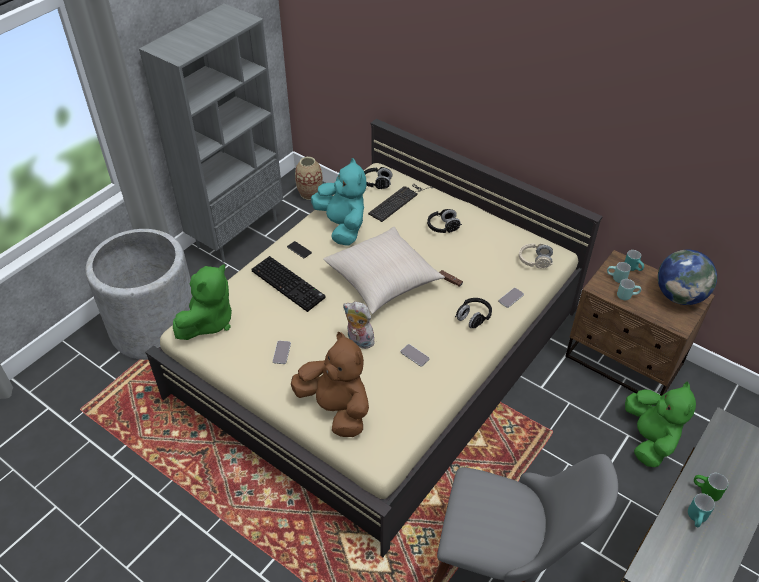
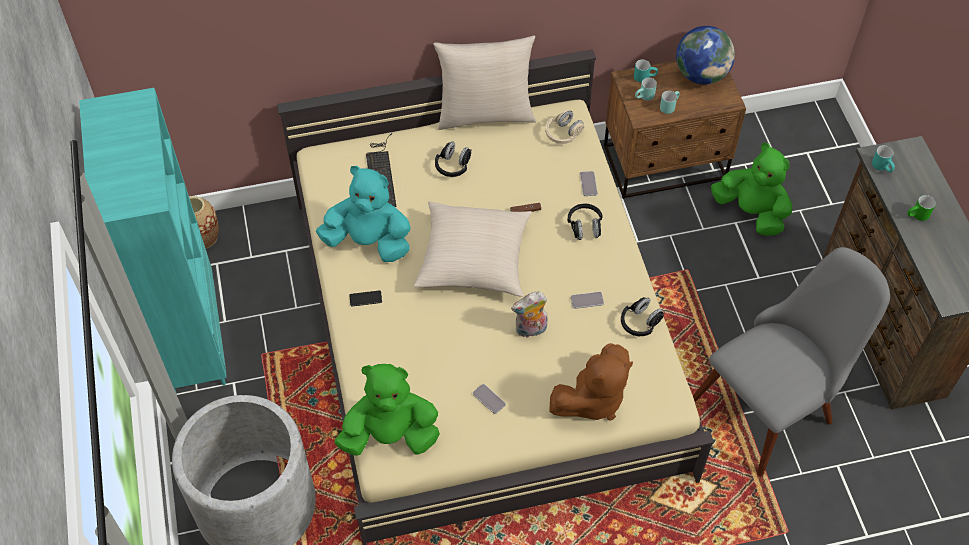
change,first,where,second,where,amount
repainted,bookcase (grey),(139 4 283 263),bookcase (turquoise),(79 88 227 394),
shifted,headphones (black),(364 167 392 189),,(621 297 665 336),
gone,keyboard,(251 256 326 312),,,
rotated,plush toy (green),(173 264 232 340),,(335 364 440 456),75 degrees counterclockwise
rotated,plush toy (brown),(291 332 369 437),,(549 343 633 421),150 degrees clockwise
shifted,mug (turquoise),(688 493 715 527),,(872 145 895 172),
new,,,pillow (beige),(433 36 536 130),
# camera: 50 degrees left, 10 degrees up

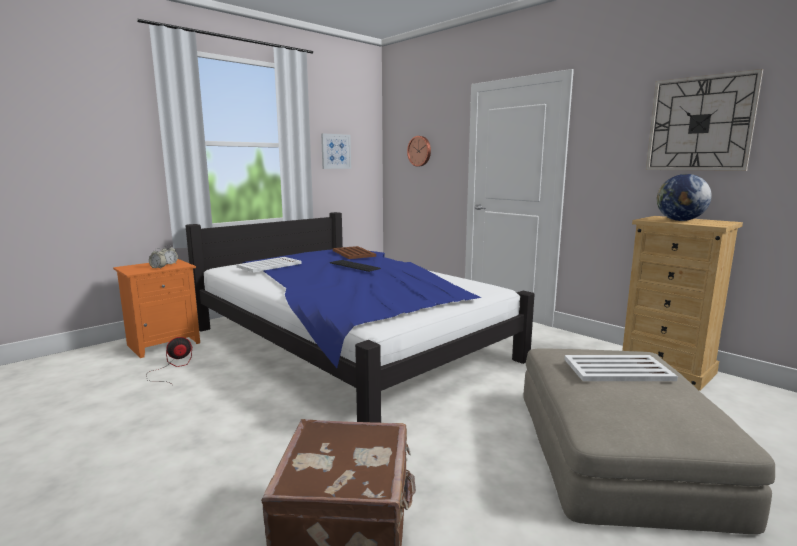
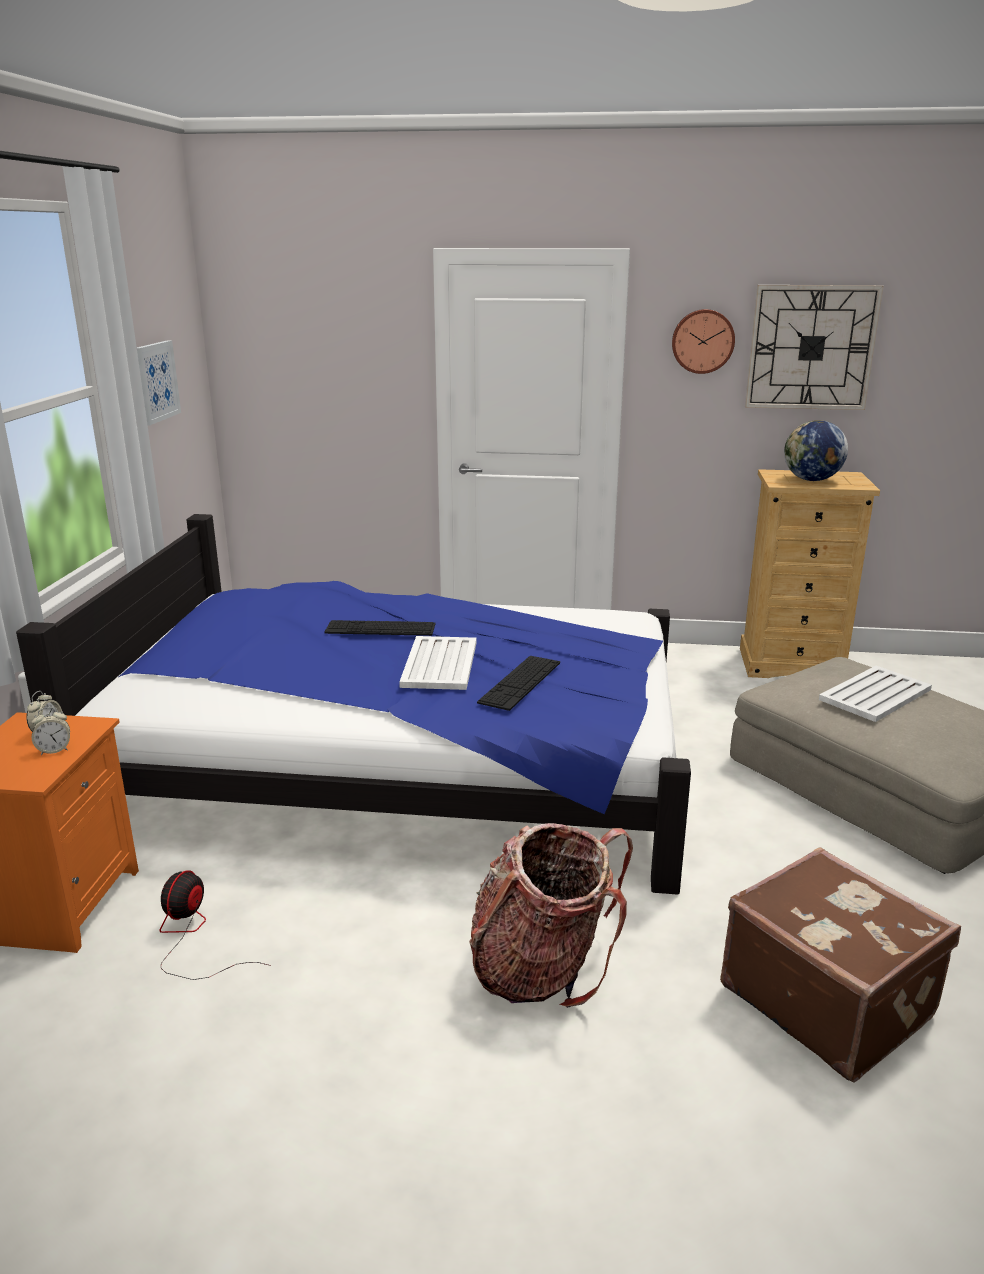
change,first,where,second,where,amount
shifted,wall clock,(407 136 431 166),,(672 309 735 374),
gone,tray (brown),(333 246 376 259),,,
shifted,tray (white),(236 257 302 272),,(399 636 477 690),
new,,,keyboard,(477 656 560 711),
new,,,backpack,(469 823 633 1008),
# camera: 40 degrees left, 10 degrees up

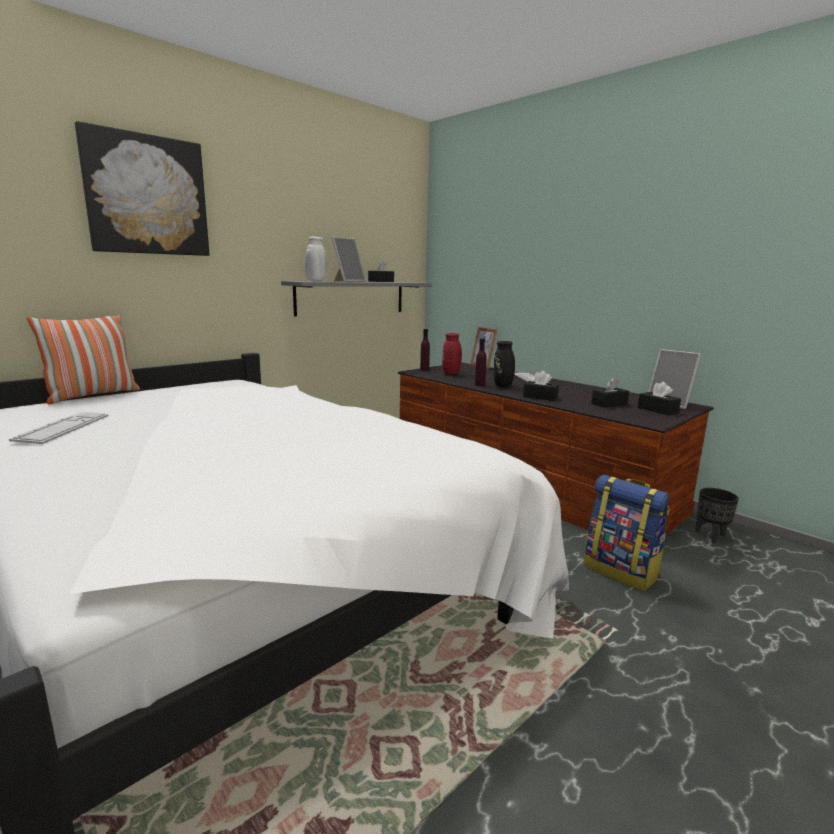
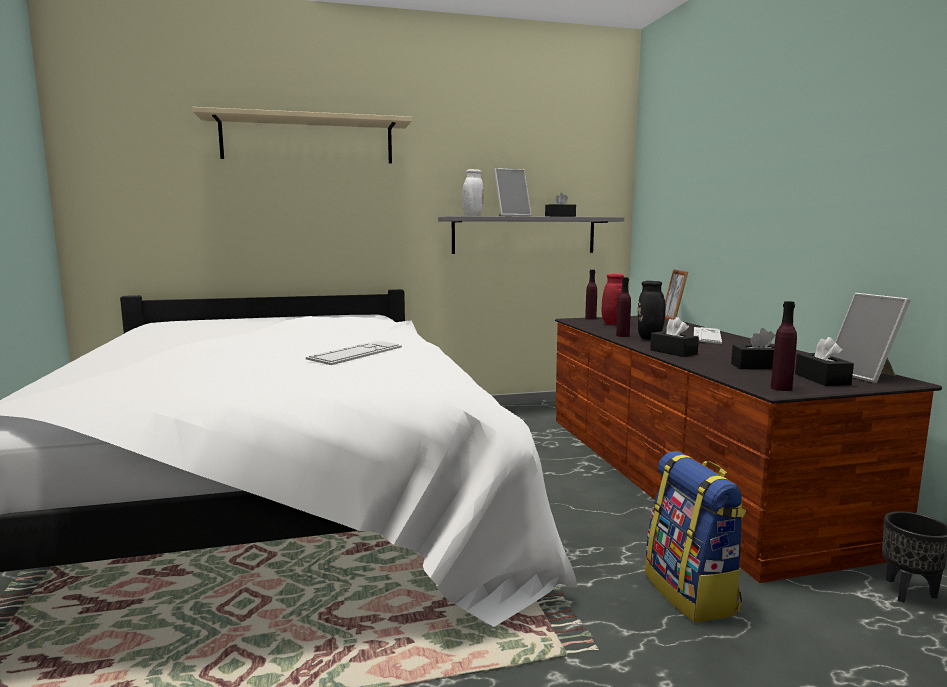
change,first,where,second,where,amount
swapped,picture,(75 121 210 256),shelf (beige),(192 107 412 163),
gone,pillow,(27 315 140 404),,,
shifted,keyboard,(9 412 108 444),,(306 341 402 365),
new,,,bottle (purple),(771 301 797 391),
# camera: 30 degrees right, 5 degrees down

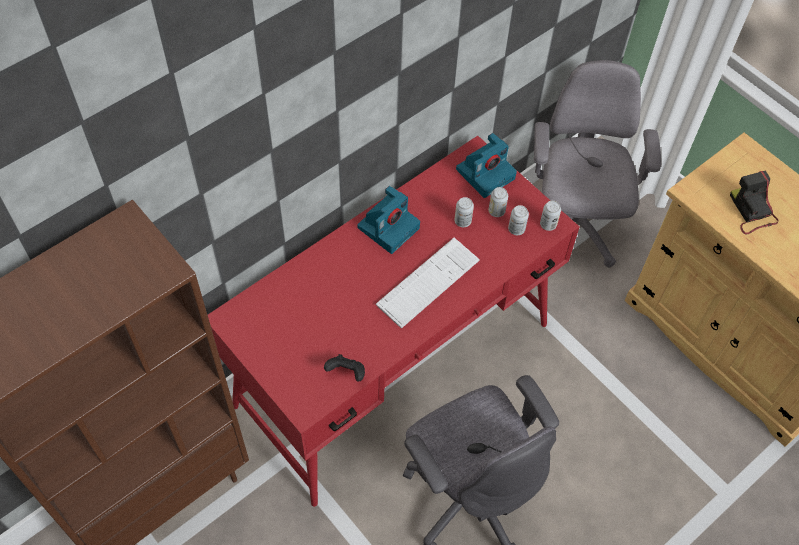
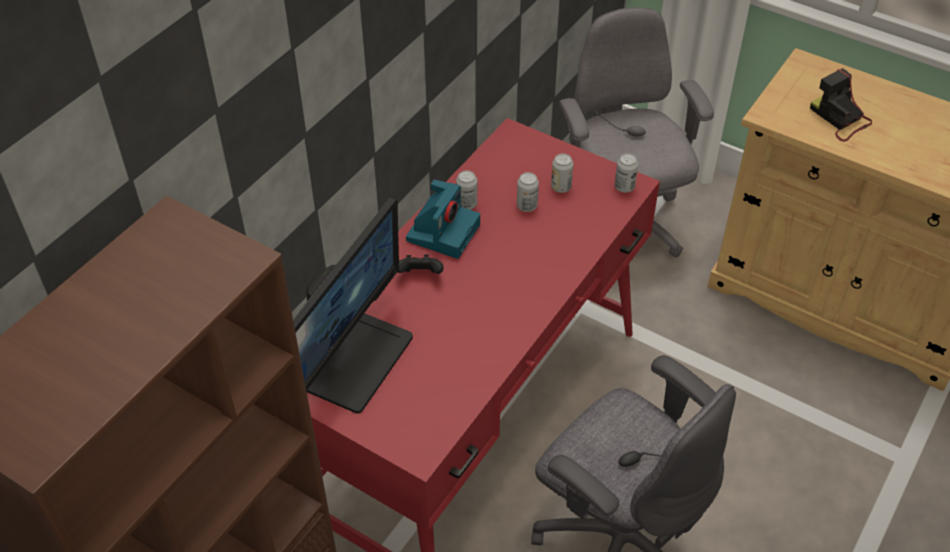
change,first,where,second,where,amount
gone,photo camera,(456 133 517 198),,,
shifted,can,(508 205 529 235),,(456 170 477 210),
gone,keyboard,(376 238 480 329),,,
shifted,game controller (black),(324 354 365 382),,(398 255 444 274),
new,,,monitor,(293 197 413 414),
# camera: 15 degrees left, 10 degrees down

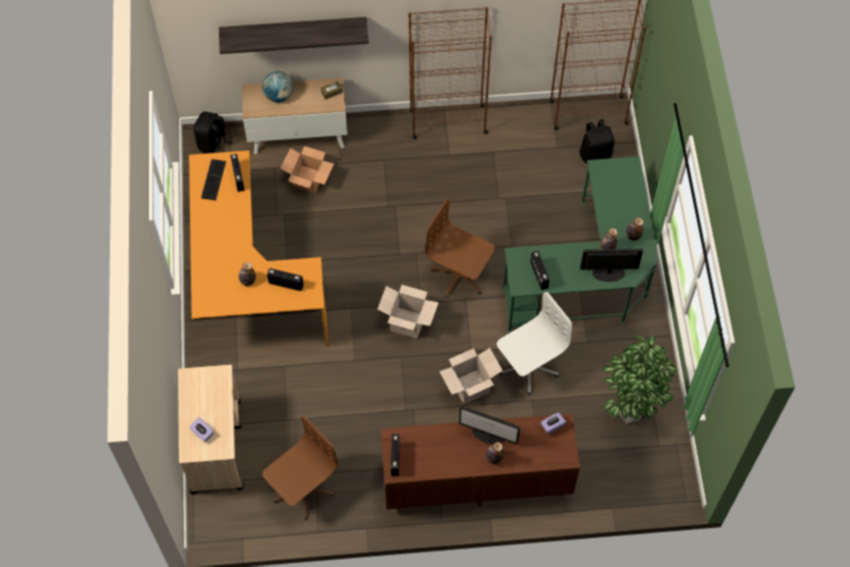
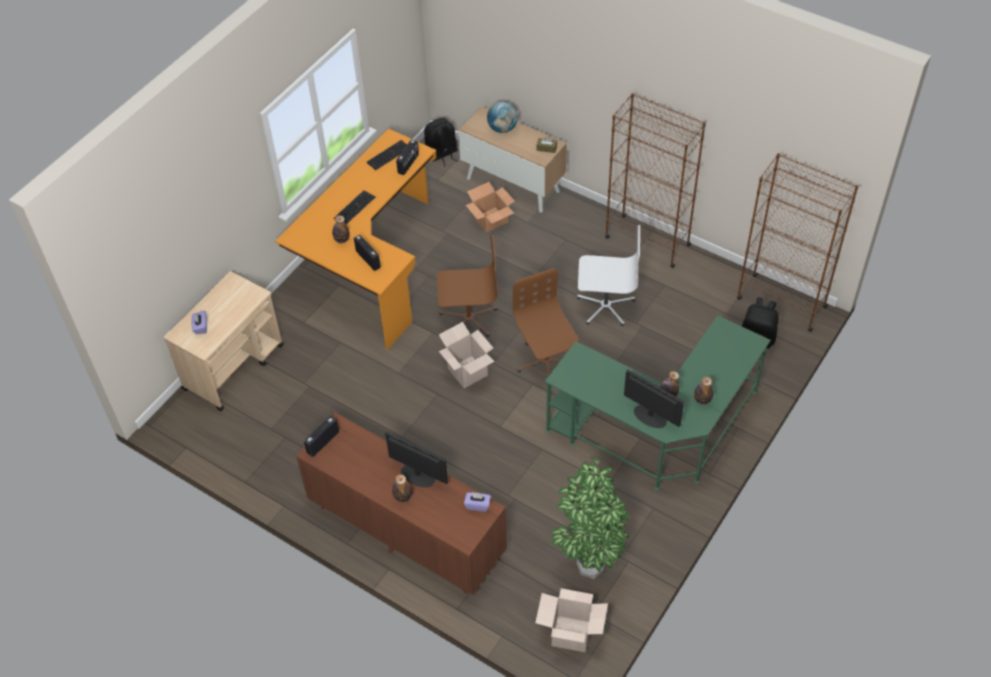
change,first,where,second,where,amount
gone,shelf,(219 17 369 54),,,
gone,radio,(530 251 549 290),,,
shifted,office chair (white),(497 292 572 394),,(577 225 640 326),
shifted,cardboard box,(439 348 503 404),,(535 588 608 652),
rotated,monitor,(459 406 520 444),,(385 432 448 487),150 degrees clockwise
shifted,office chair (brown),(262 417 338 519),,(437 235 498 337),
new,,,keyboard,(334 190 375 224),
# camera: 40 degrees right, 10 degrees down

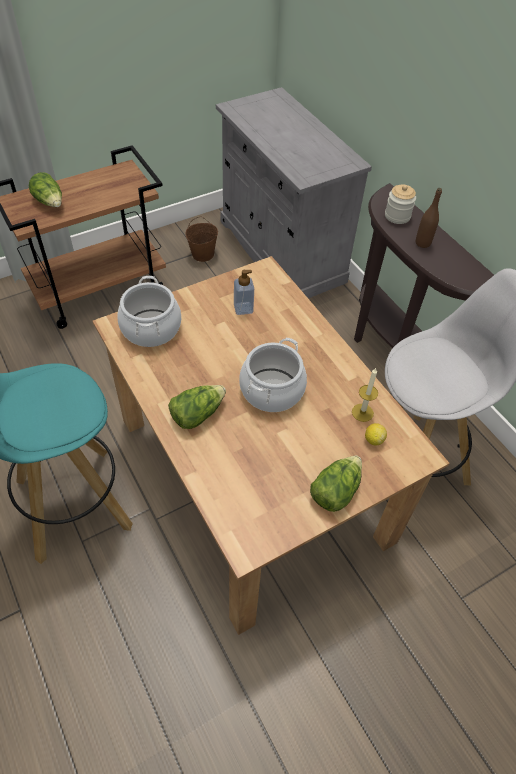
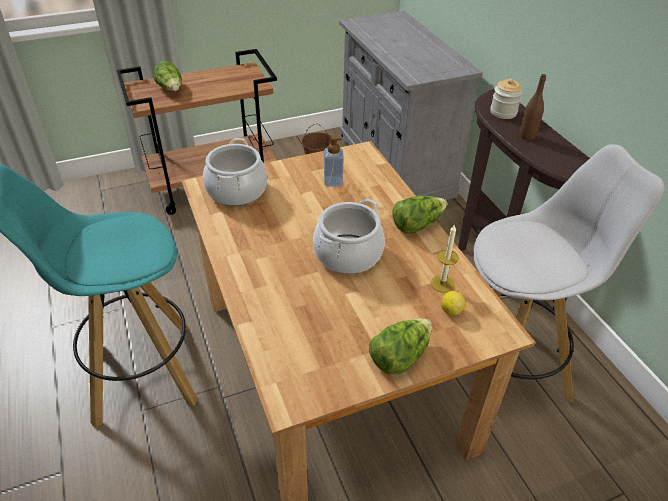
change,first,where,second,where,amount
shifted,lettuce,(168 385 226 429),,(392 196 447 234),
# camera: 10 degrees right, 10 degrees down

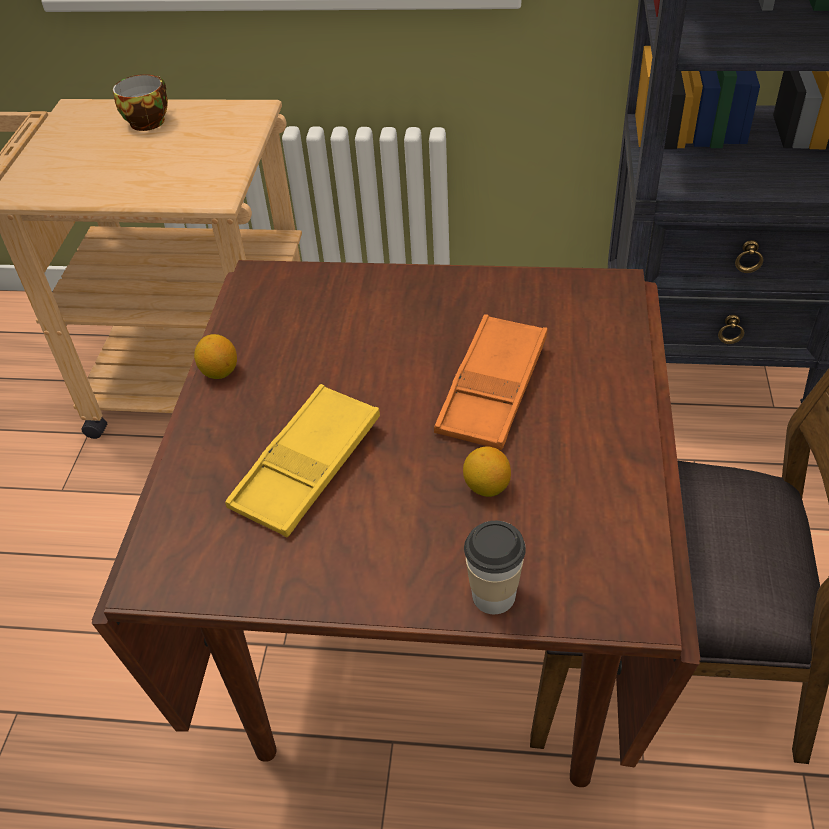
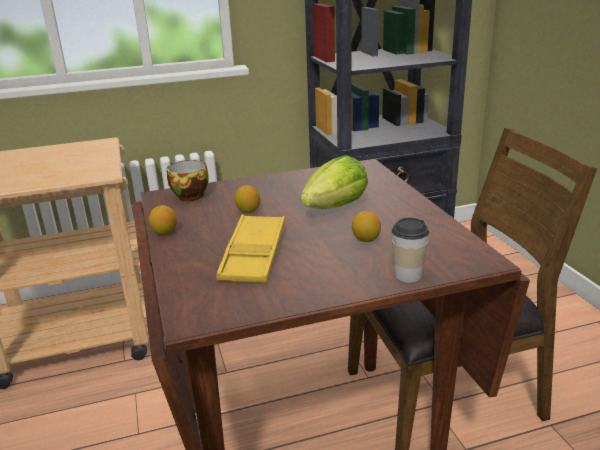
change,first,where,second,where,amount
shifted,cup,(113 74 168 131),,(167 160 209 201),
swapped,tray (orange),(434 314 547 450),lettuce,(301 155 368 209),
new,,,lemon,(235 185 260 213),
# camera: 25 degrees left, 20 degrees down

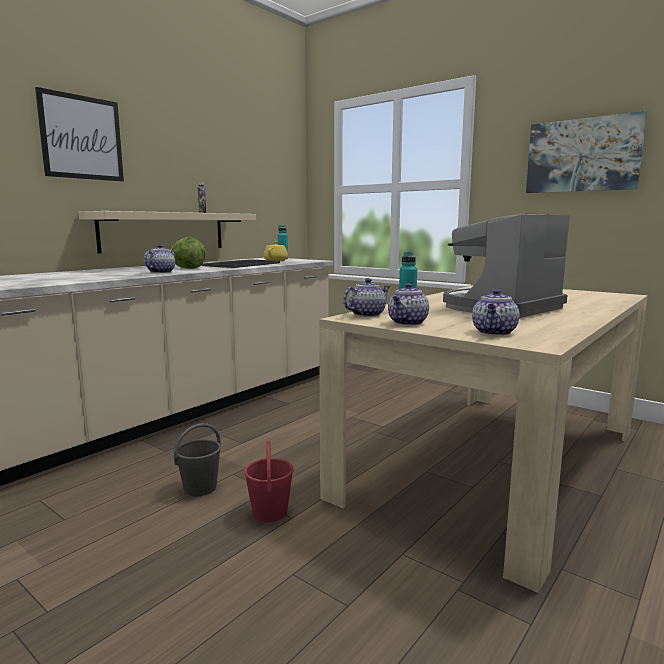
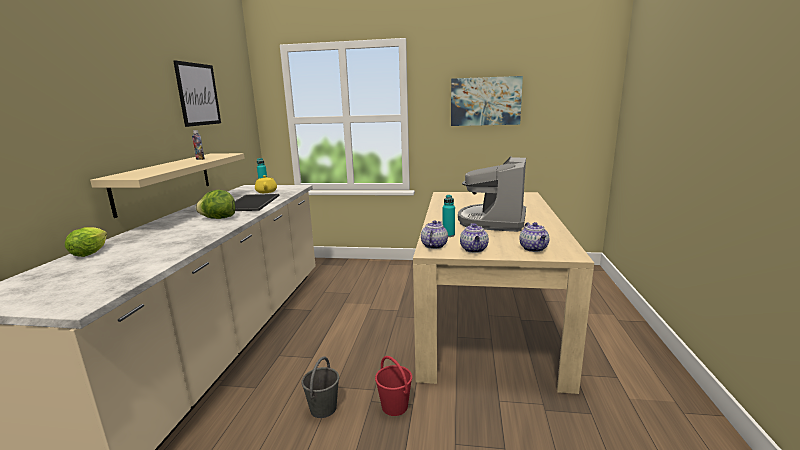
change,first,where,second,where,amount
shifted,picture,(35 87 124 182),,(173 60 221 127),
gone,teapot,(144 244 175 273),,,
new,,,lettuce,(65 227 107 257),
# camera: 30 degrees left, 5 degrees up

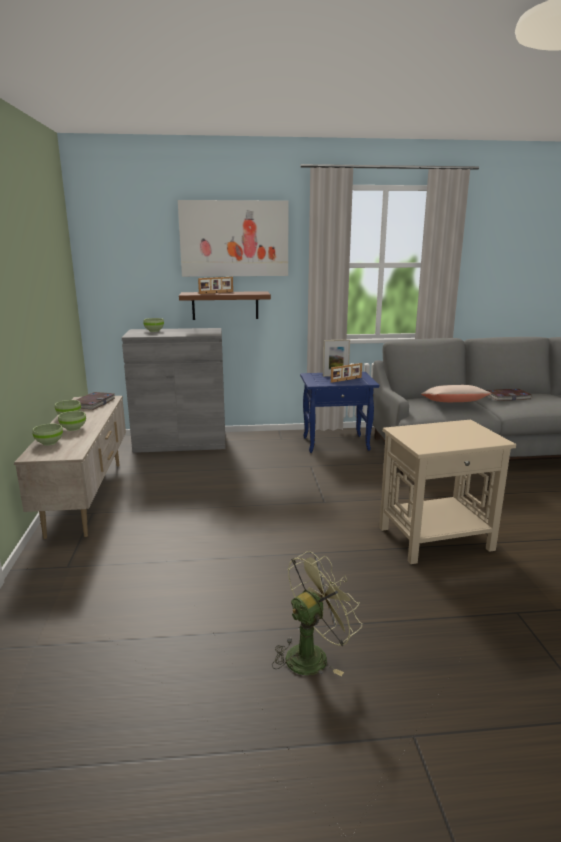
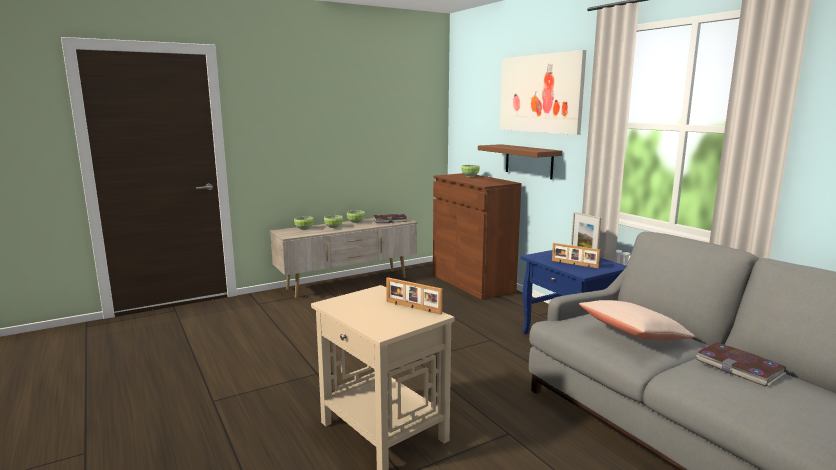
change,first,where,second,where,amount
shifted,picture frame,(198 277 233 294),,(386 277 442 315),
repainted,cabinet (grey),(122 328 225 453),cabinet (brown),(433 173 522 300),
gone,fan (green),(272 551 362 676),,,
# camera: 65 degrees right, 5 degrees down

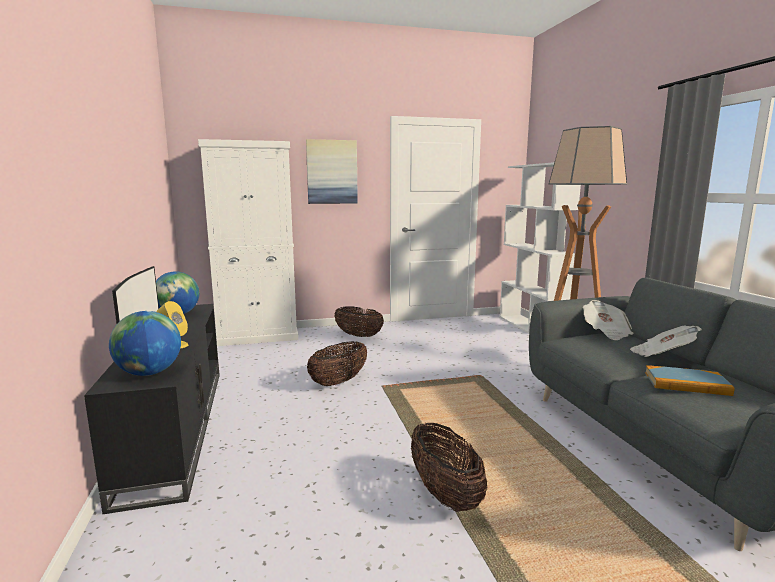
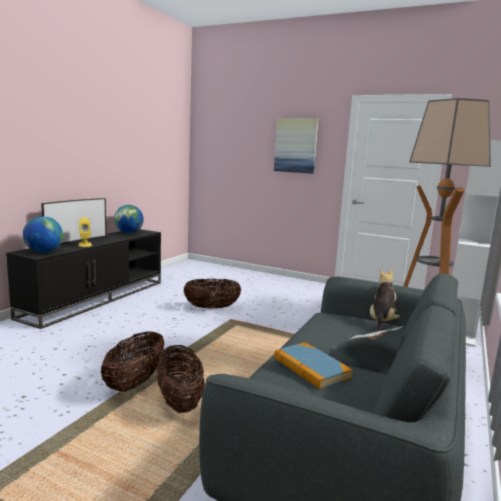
change,first,where,second,where,amount
gone,cabinet (white),(198 139 298 346),,,
swapped,newspaper,(583 300 634 340),plush toy,(370 269 400 331),
shifted,basket,(334 307 384 337),,(157 345 205 413),
# camera: 40 degrees right, 0 degrees up

